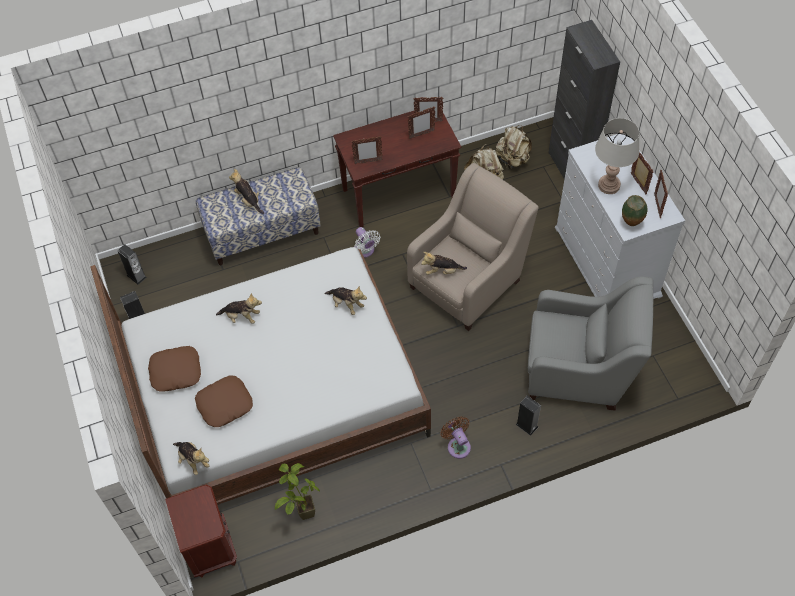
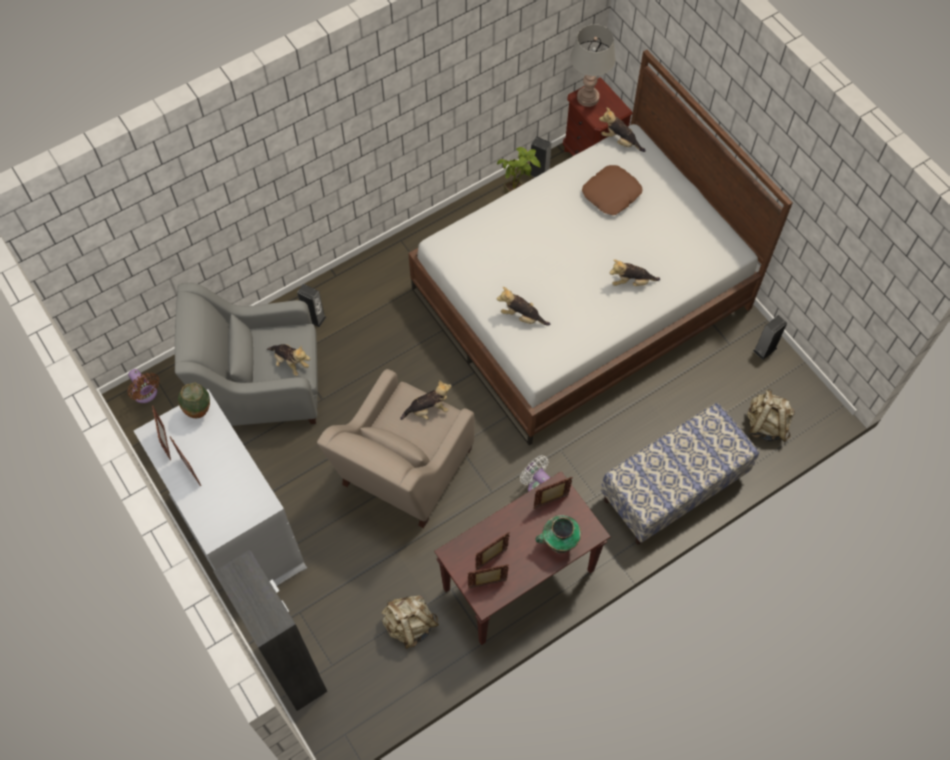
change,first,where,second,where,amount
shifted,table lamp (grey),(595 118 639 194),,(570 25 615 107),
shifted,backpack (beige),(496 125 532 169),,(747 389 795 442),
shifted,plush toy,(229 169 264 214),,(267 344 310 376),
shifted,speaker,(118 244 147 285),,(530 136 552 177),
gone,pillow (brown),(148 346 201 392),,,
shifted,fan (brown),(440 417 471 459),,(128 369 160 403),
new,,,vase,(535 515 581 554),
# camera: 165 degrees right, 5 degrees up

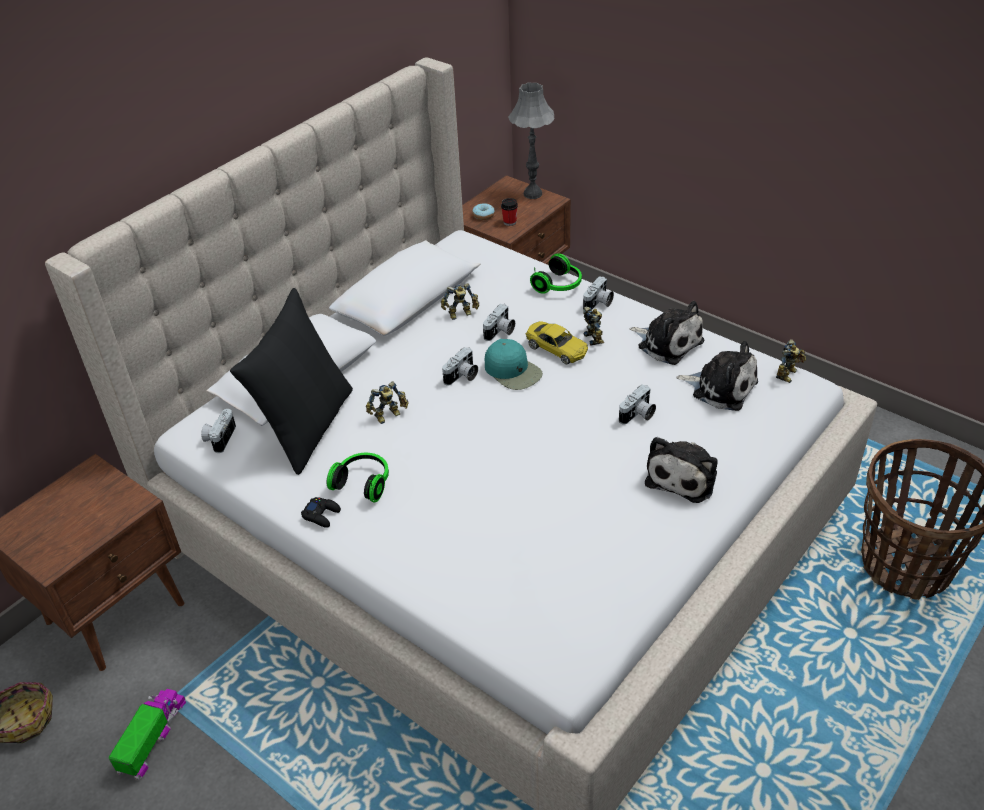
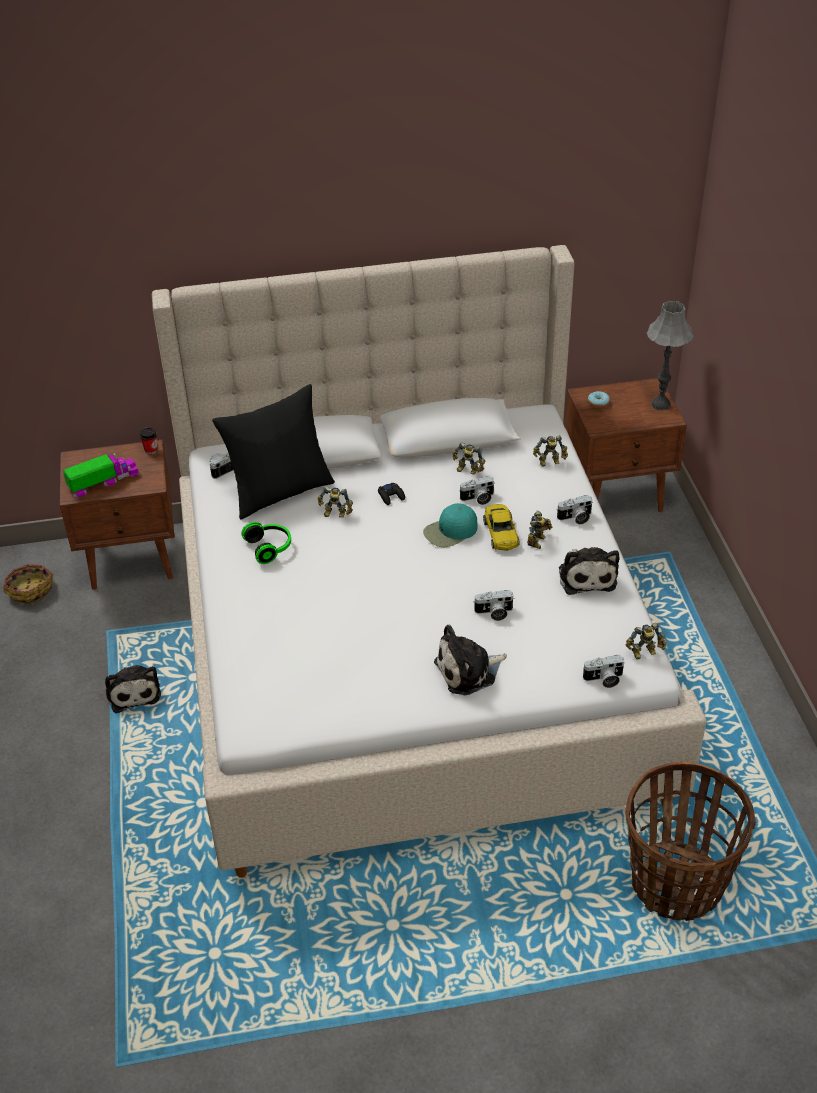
change,first,where,second,where,amount
shifted,cup,(501 198 518 226),,(140 427 158 454),
gone,headphones,(530 253 582 294),,,
rotated,cap (turquoise),(485 339 543 390),,(423 503 478 547),60 degrees clockwise
shifted,plush toy,(676 340 758 411),,(105 665 161 713),
shifted,photo camera,(442 347 478 386),,(582 655 625 688),
shifted,game controller (black),(301 497 341 528),,(378 483 405 505),
shifted,toy truck,(109 689 186 780),,(63 453 139 498),
new,,,toy robot,(533 435 568 467),
# camera: 40 degrees right, 0 degrees up

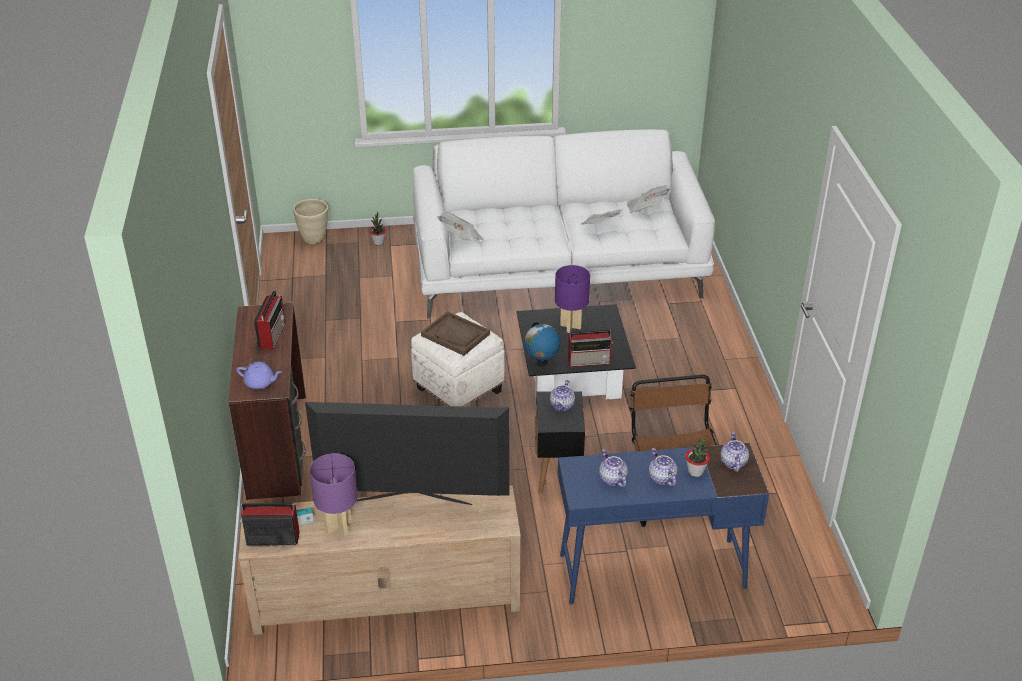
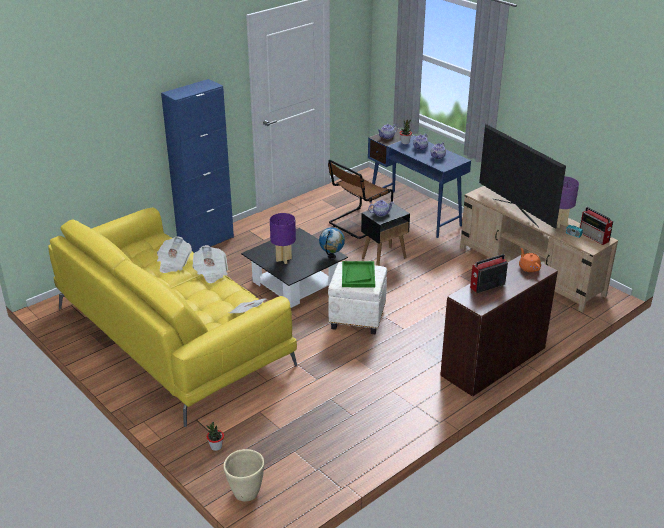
change,first,where,second,where,amount
repainted,sofa (white),(413 129 715 319),sofa (yellow),(48 208 297 427),
shifted,newspaper,(627 185 671 213),,(193 245 228 283),
repainted,tray (brown),(421 311 490 356),tray (green),(342 261 375 288),
gone,radio,(568 330 613 367),,,
repainted,teapot (purple),(236 362 281 390),teapot (orange),(519 248 541 272),
new,,,cabinet (blue),(161 79 234 253),
# camera: 125 degrees left, 5 degrees down

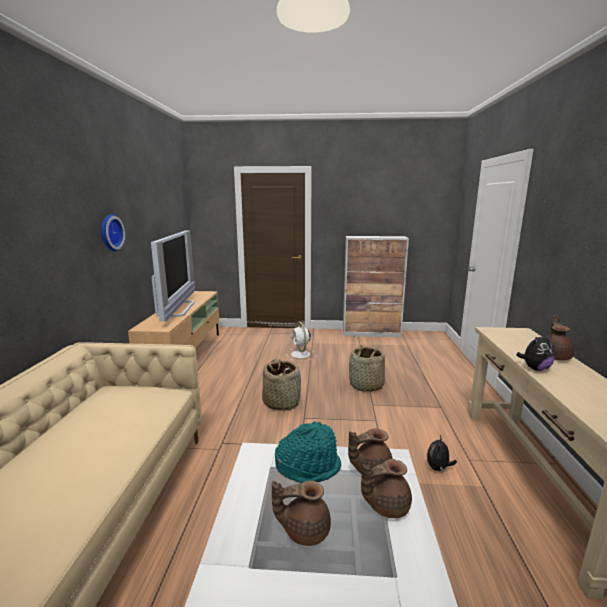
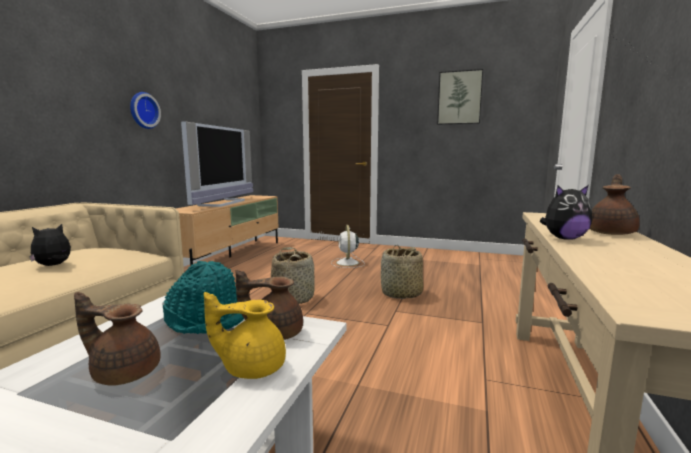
change,first,where,second,where,amount
gone,cabinet,(343 236 409 337),,,
shifted,plush toy,(427 434 457 472),,(29 224 71 266),
repainted,teapot (brown),(361 459 412 518),teapot (yellow),(204 292 286 379),
new,,,picture,(437 69 483 125),
# camera: 15 degrees right, 5 degrees down

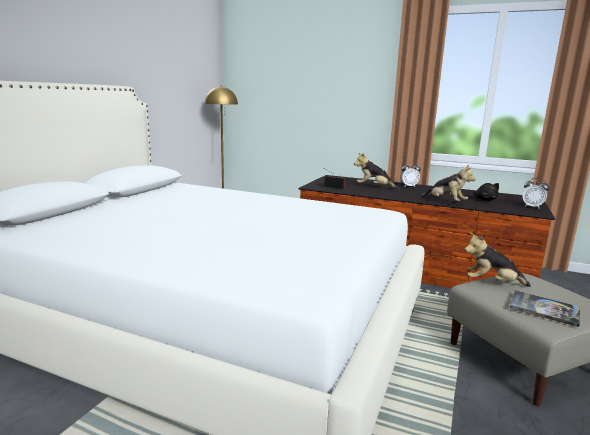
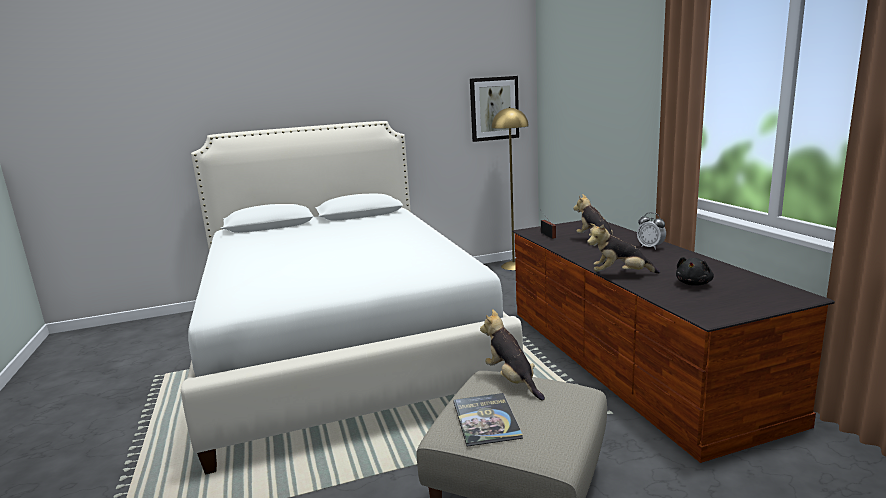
change,first,where,second,where,amount
rotated,plush toy,(420 165 476 201),,(587 223 660 274),90 degrees clockwise
gone,alarm clock,(522 178 549 209),,,
new,,,picture,(470 76 519 142),
# camera: 50 degrees right, 0 degrees up

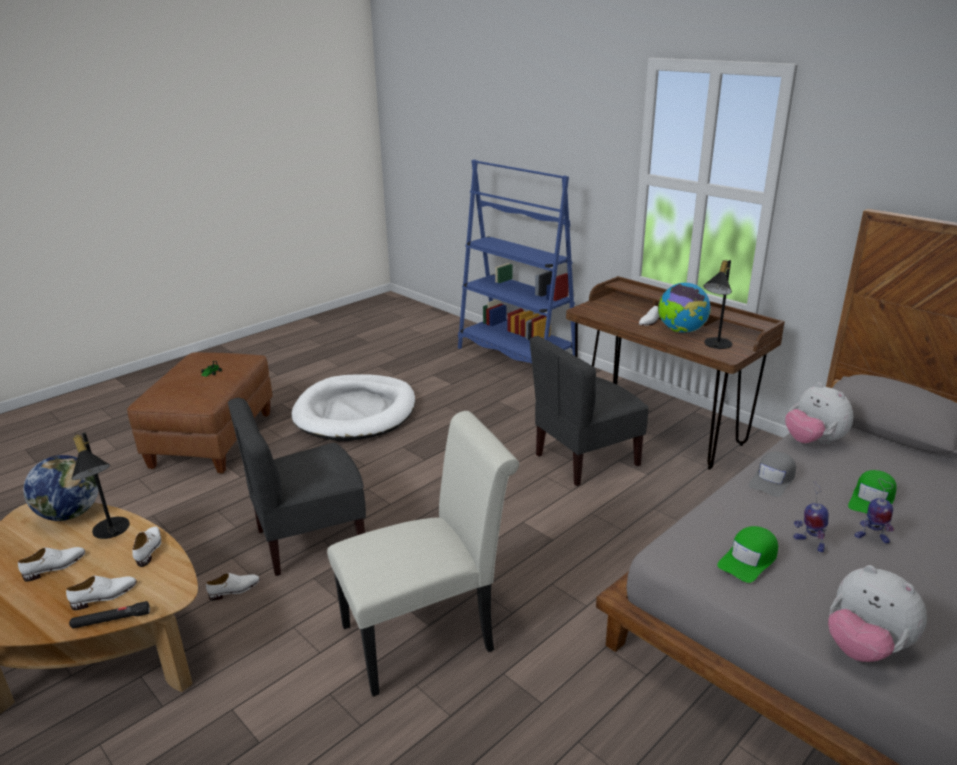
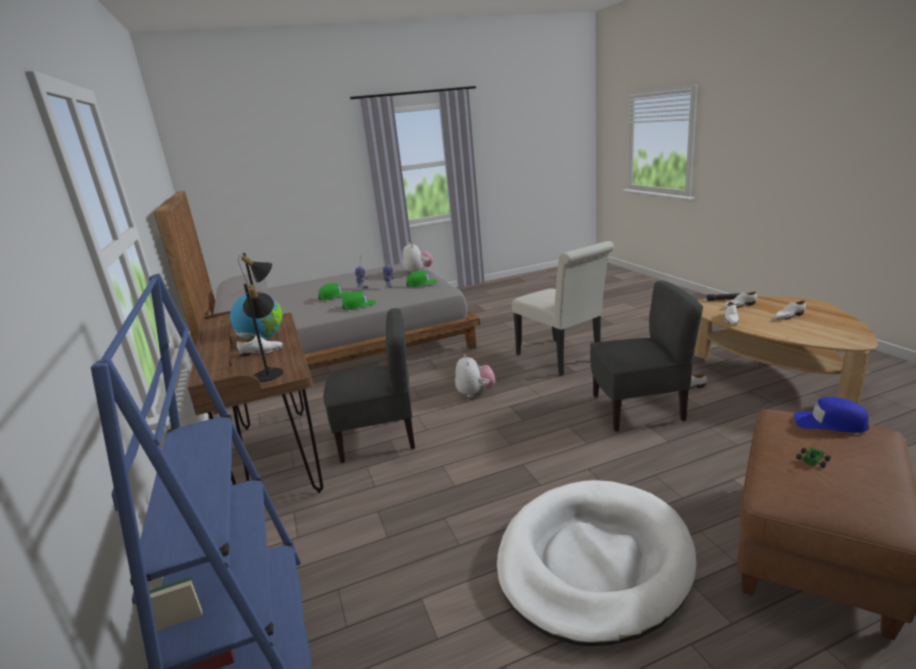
change,first,where,second,where,amount
shifted,plush toy,(785 382 853 445),,(455 354 495 398),
rotated,chair (white),(327 411 519 697),,(512 241 614 375),120 degrees counterclockwise
shifted,table lamp (black),(72 432 130 539),,(243 283 283 382),
repainted,cap (grey),(749 452 796 497),cap (green),(342 291 376 310),
gone,globe,(23 455 99 521),,,
new,,,cap (blue),(794 397 869 433),
# camera: 155 degrees left, 5 degrees down

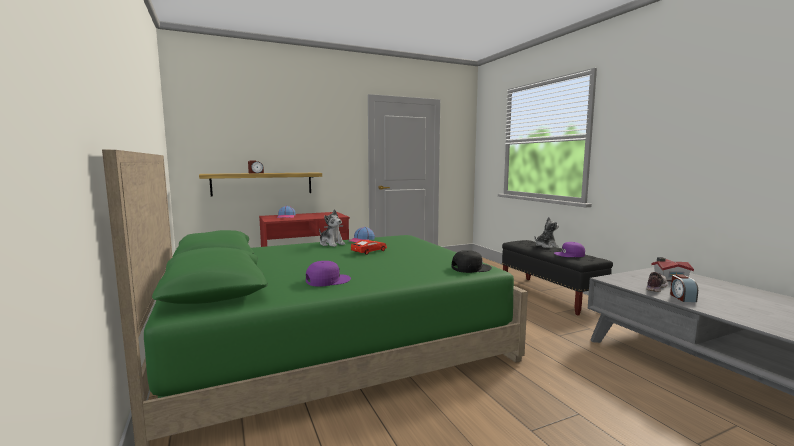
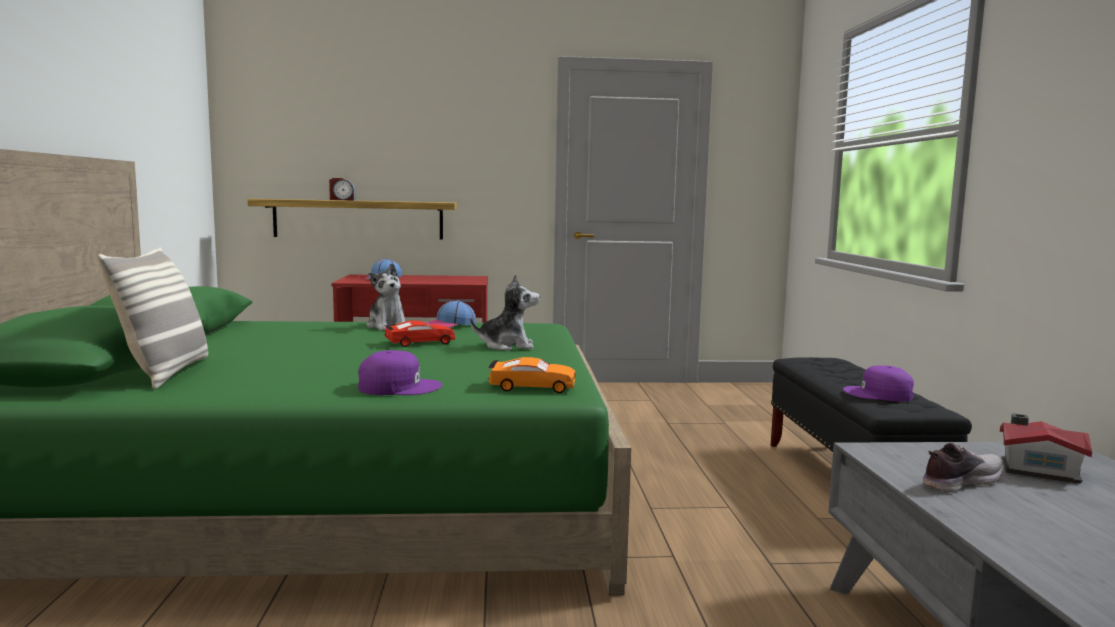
change,first,where,second,where,amount
shifted,plush toy,(534 217 559 248),,(470 274 540 351),
swapped,cap (black),(452 250 492 273),toy car (orange),(488 357 576 393),
shifted,cap (purple),(306 261 351 287),,(358 350 442 395),
gone,alarm clock,(670 274 698 302),,,
new,,,pillow,(98 247 208 389),
# camera: 20 degrees right, 0 degrees up

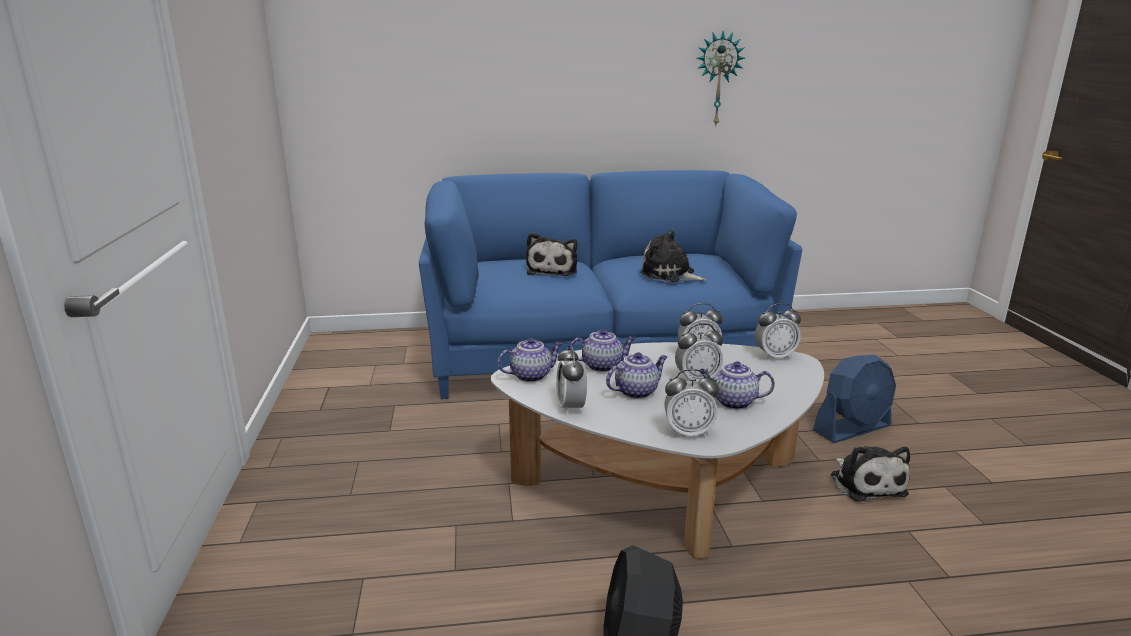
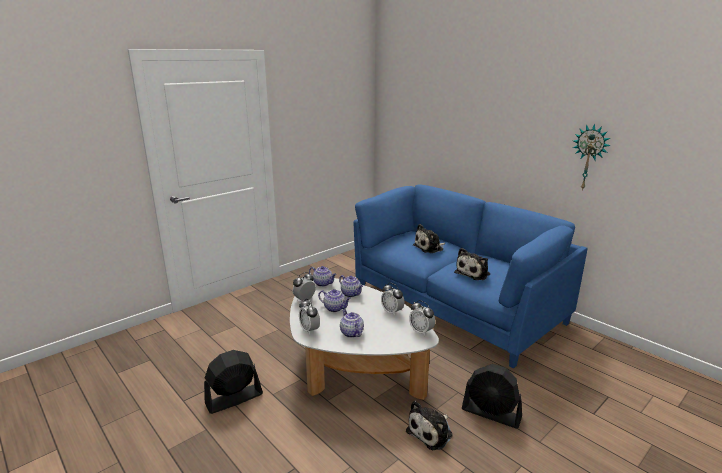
change,first,where,second,where,amount
rotated,plush toy,(640 230 707 282),,(454 248 490 280),135 degrees counterclockwise
gone,alarm clock,(675 324 723 382),,,
repainted,fan (blue),(813 355 896 443),fan (black),(462 364 522 429),
# camera: 55 degrees right, 0 degrees up

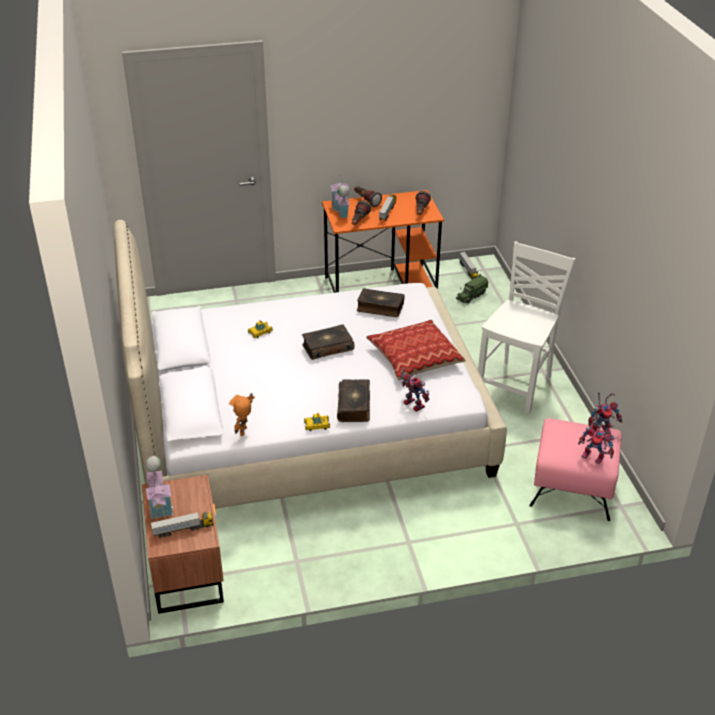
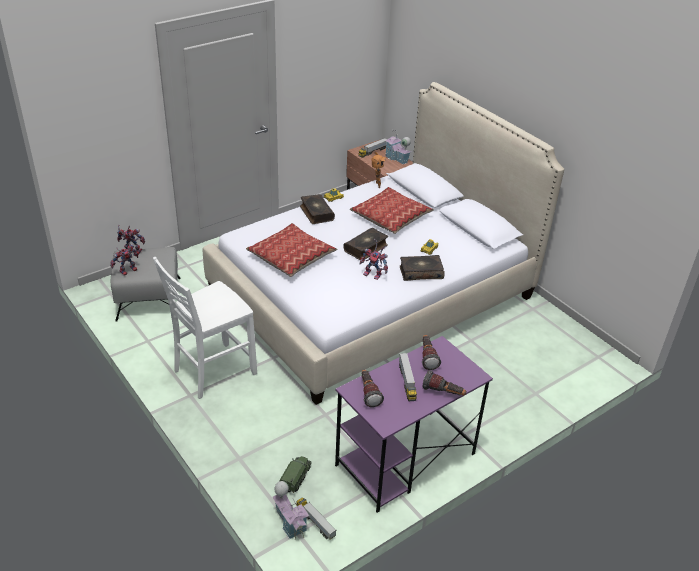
change,first,where,second,where,amount
shifted,toy house,(331 175 350 218),,(272 481 309 540),
repainted,desk (orange),(322 190 444 293),desk (purple),(335 336 493 513),
rotated,chair (white),(478 242 576 414),,(153 257 257 399),45 degrees clockwise
shifted,book,(357 288 405 317),,(399 255 445 281),
shifted,toy robot,(401 368 429 412),,(360 239 388 280),
repainted,ottoman (pink),(529 418 622 521),ottoman (grey),(111 247 181 321),
new,,,pillow,(350 187 434 234),
# camera: 155 degrees right, 0 degrees up

